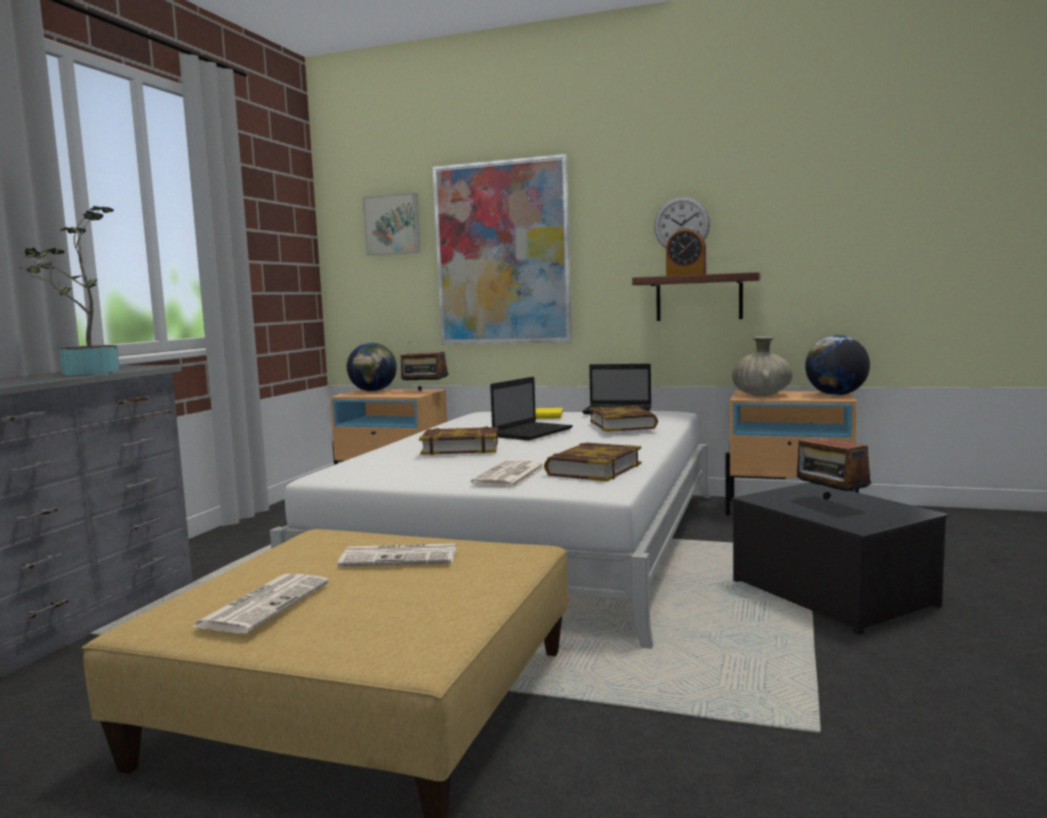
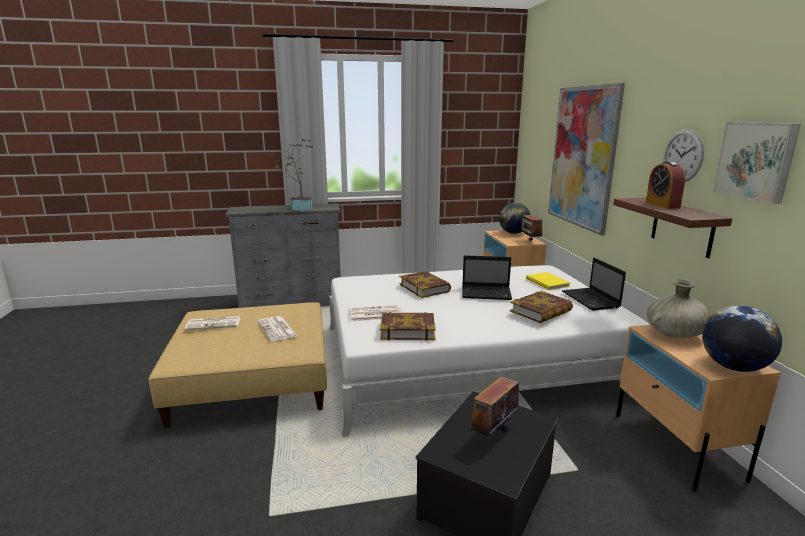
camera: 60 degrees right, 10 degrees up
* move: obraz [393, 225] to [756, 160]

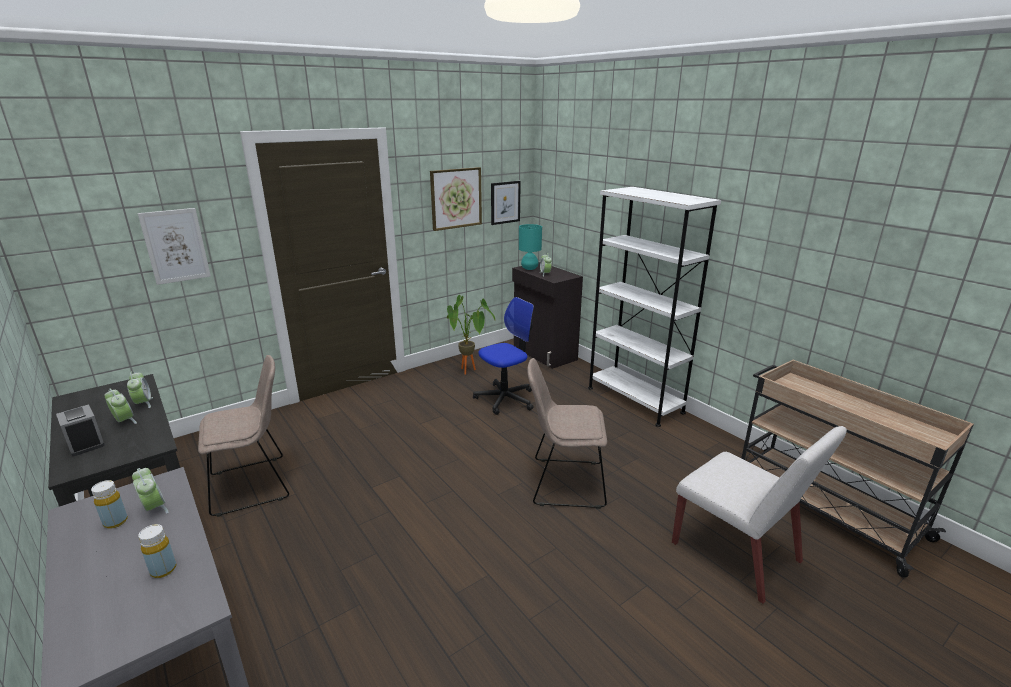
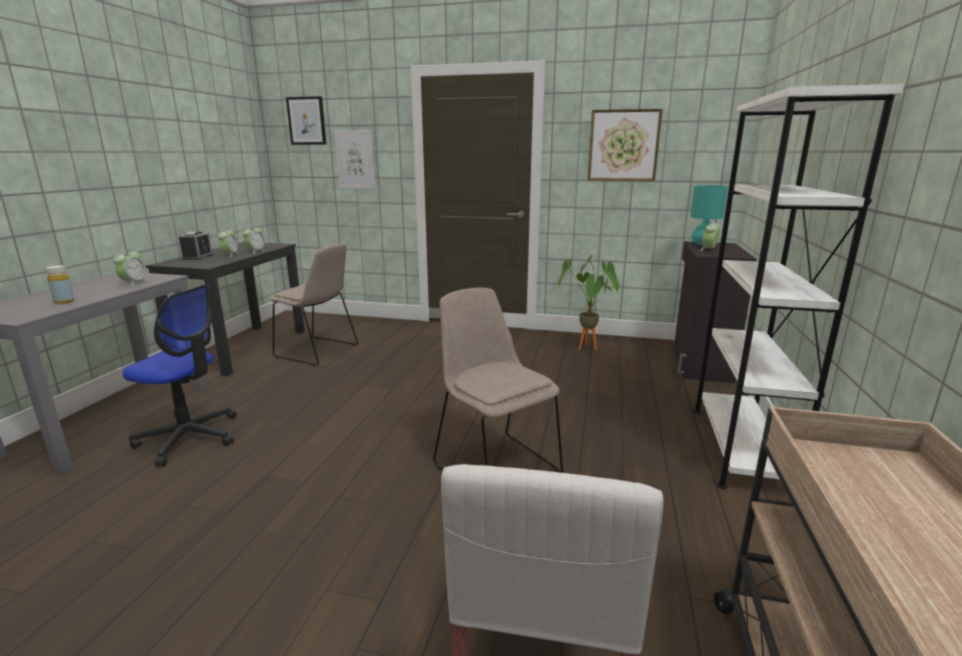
camera: 50 degrees right, 5 degrees down
* move: obraz [505, 202] to [306, 121]
* move: krzesło biurowe [505, 399] to [189, 437]
* delete: butelka (żółty) [115, 522]

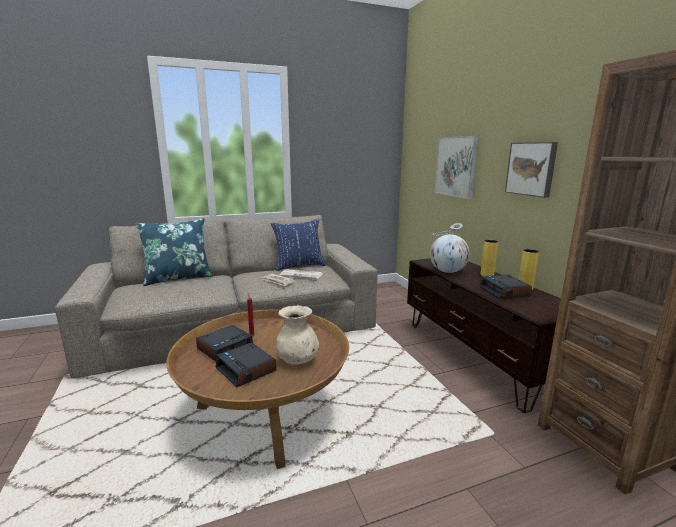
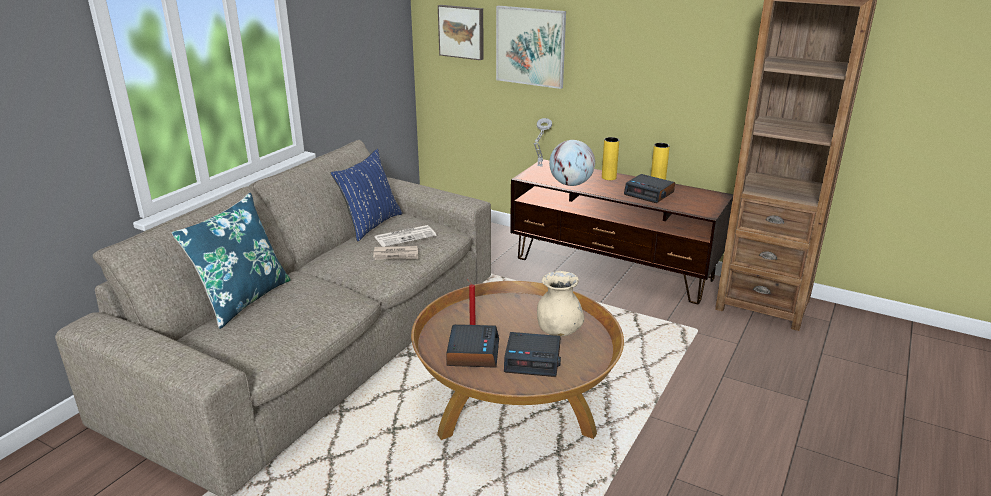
camera: 40 degrees left, 10 degrees up
* move: obraz [531, 169] to [462, 32]

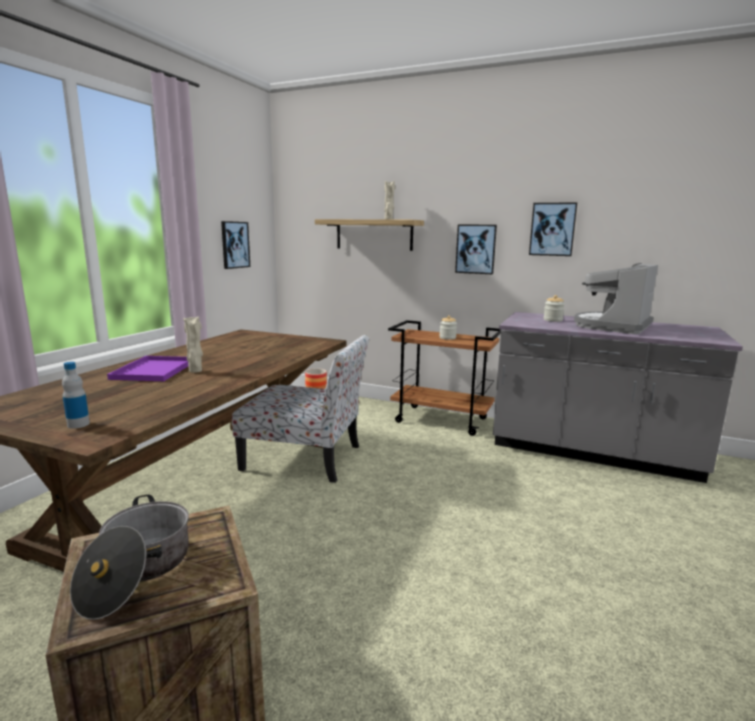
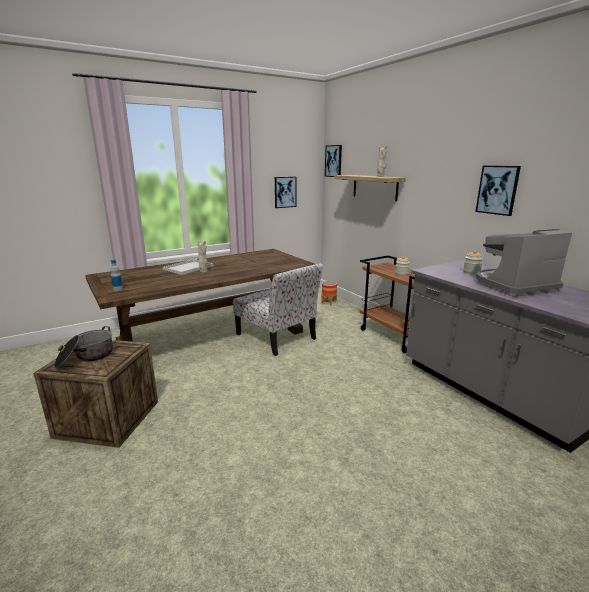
camera: 35 degrees right, 5 degrees up
* move: obraz [476, 249] to [333, 161]
* recolor: taca (fioletowy) [154, 370] to taca (biały) [188, 268]

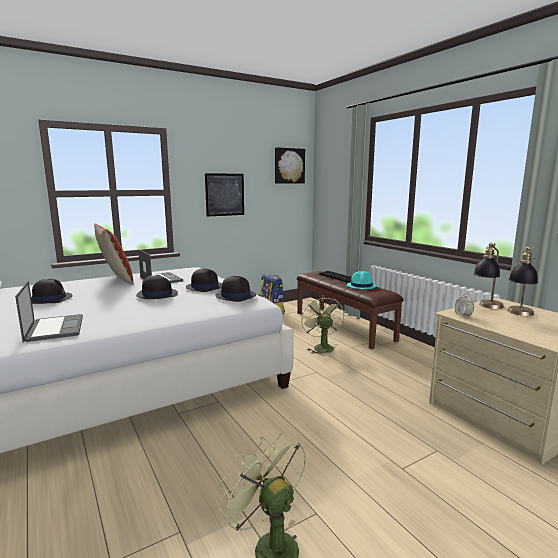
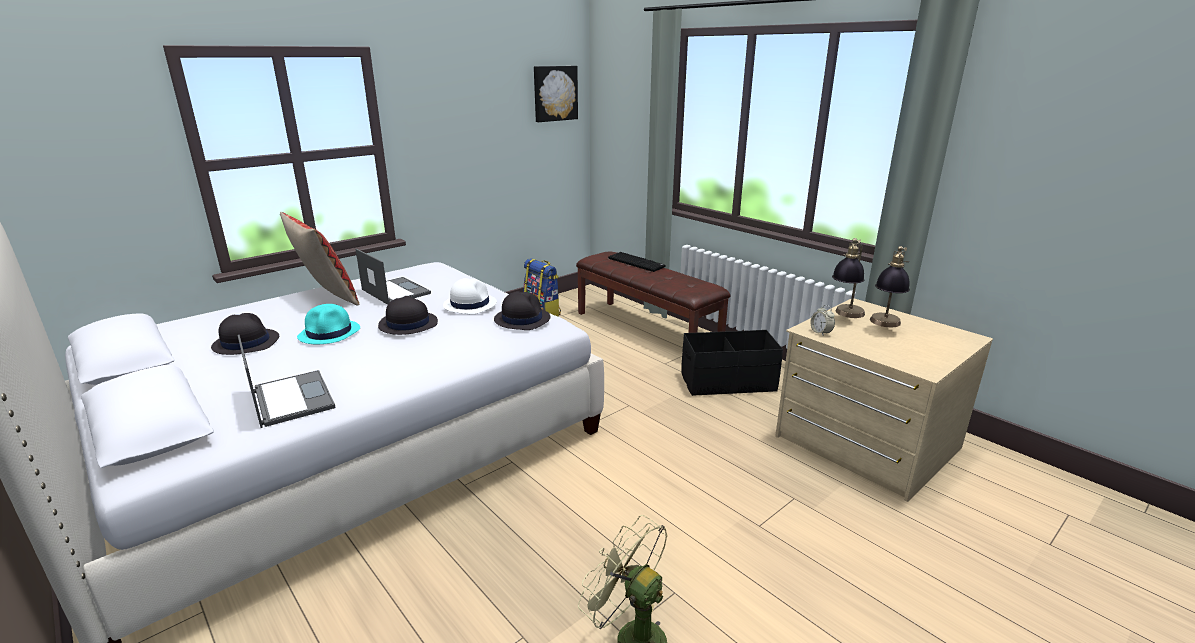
camera: 10 degrees left, 10 degrees up
* delete: obraz [225, 194]
* recolor: kapelusz (czarny) [204, 287] to kapelusz (biały) [470, 304]
* move: kapelusz (turkusowy) [361, 286] to [330, 333]
* delete: wentylator (zielony) [321, 347]
* insert: pojemnik do przechowywania (czarny) [728, 382]

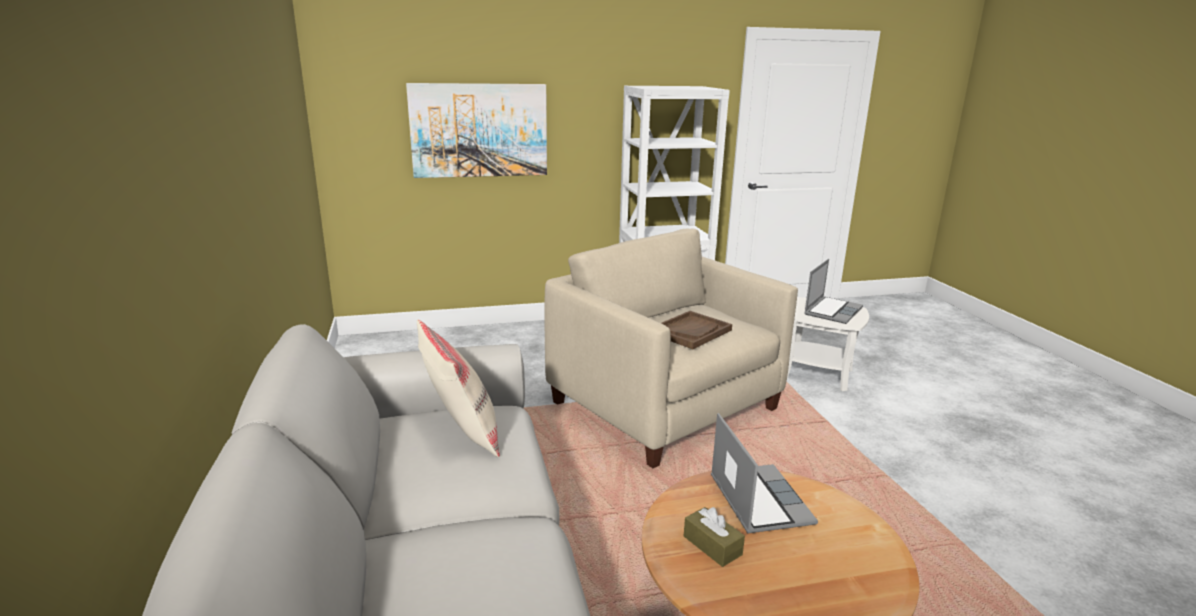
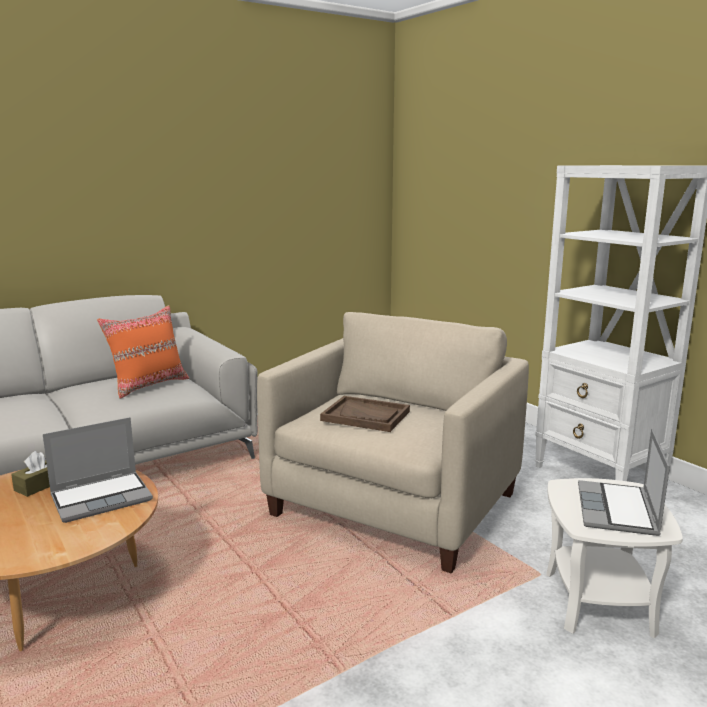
camera: 70 degrees right, 5 degrees down
* delete: obraz [479, 130]
* rotate: laptop [832, 311] = [618, 511] 90 degrees clockwise
* recolor: poduszka (beżowy) [460, 433] to poduszka (pomarańczowy) [149, 385]

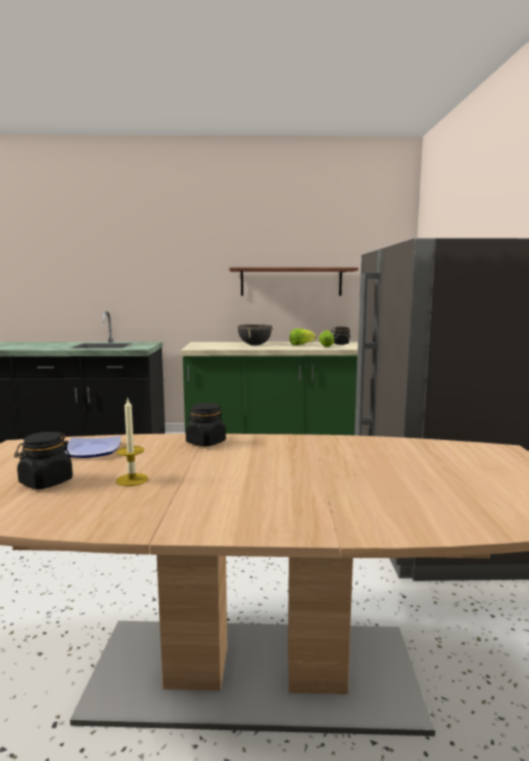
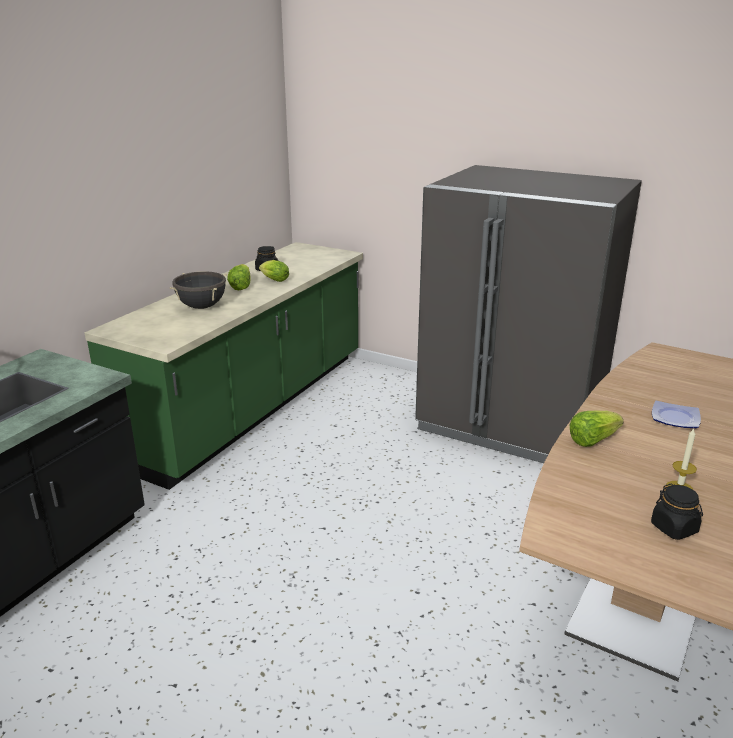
camera: 60 degrees left, 15 degrees up
* delete: półka [291, 282]
* replace: słoik (czarny) [205, 442] to sałata [592, 440]
* move: talerz [92, 451] to [676, 418]

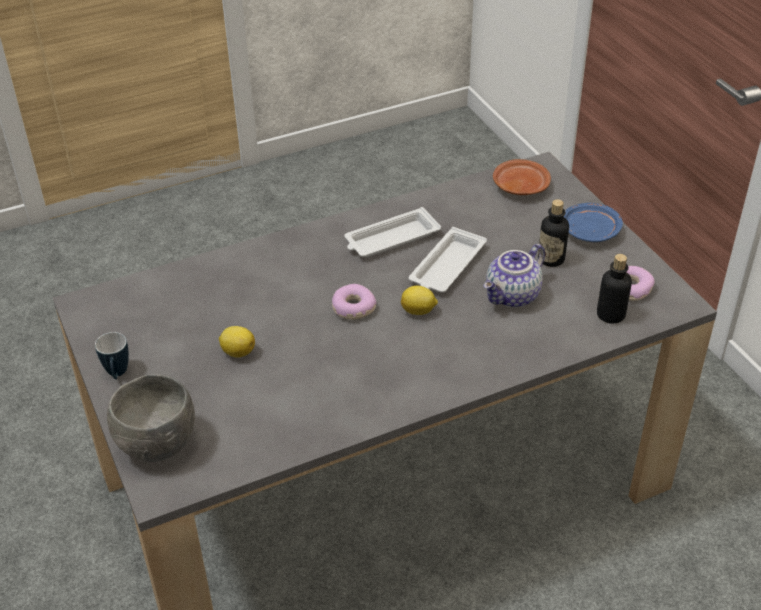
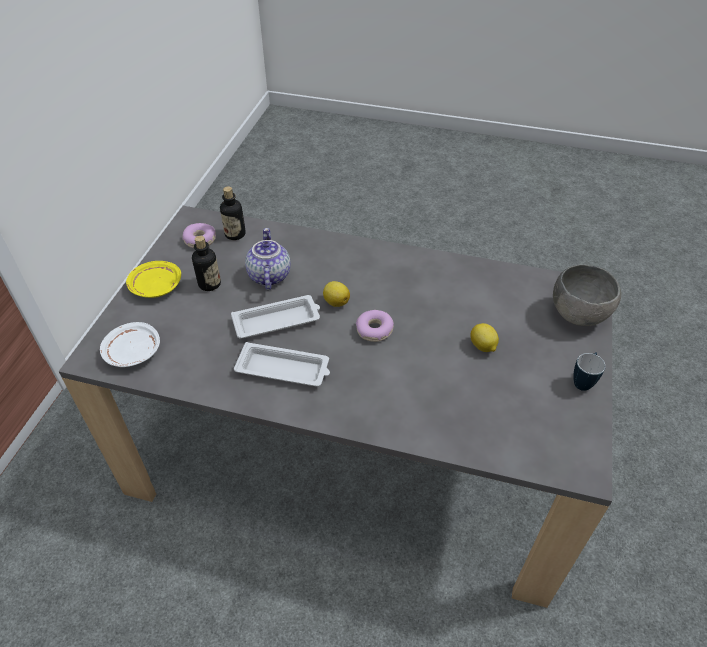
camera: 140 degrees left, 5 degrees up
* recolor: talerz (brązowy) [520, 186] to talerz (biały) [133, 352]
* recolor: talerz (niebieski) [590, 231] to talerz (żółty) [155, 286]
* rotate: imbryk [513, 296] = [268, 276] 90 degrees counterclockwise

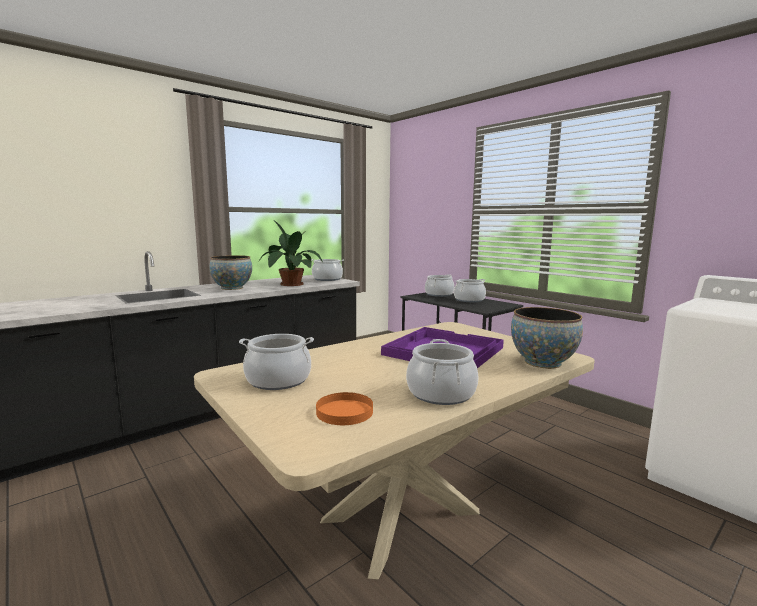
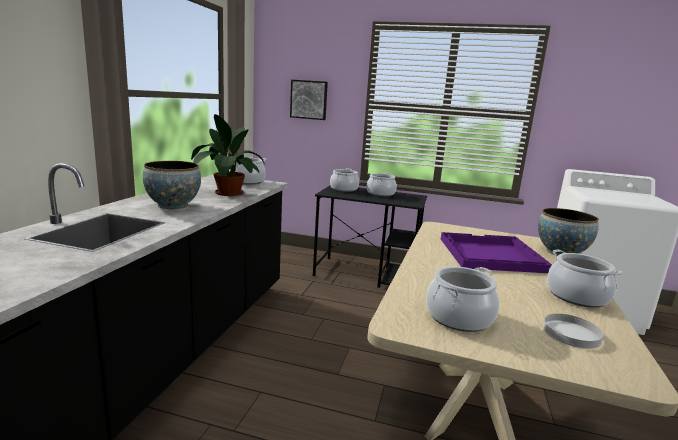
camera: 35 degrees left, 5 degrees up
* recolor: talerz (pomarańczowy) [344, 411] to talerz (biały) [570, 333]
* insert: obraz [309, 99]

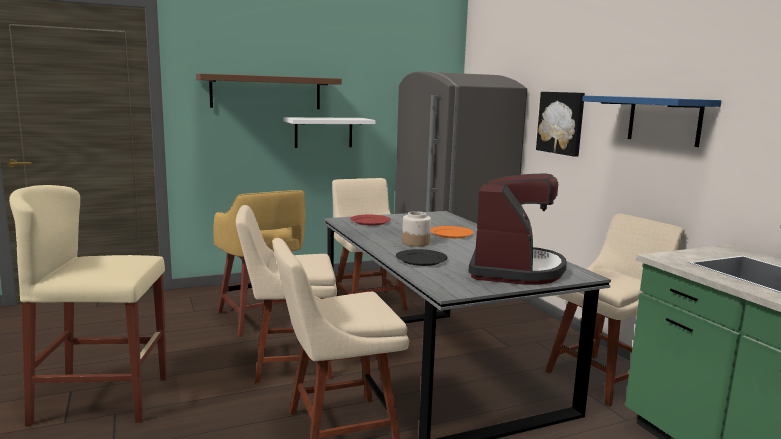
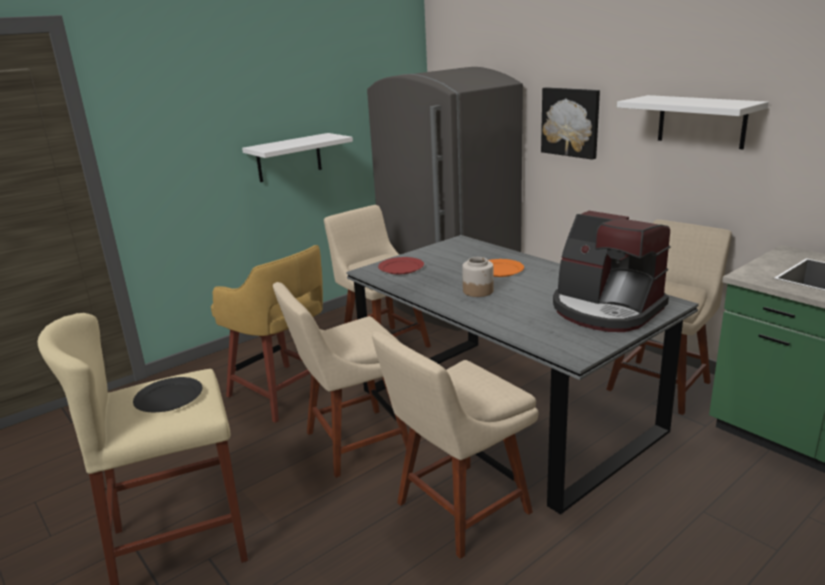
camera: 15 degrees left, 10 degrees up
* delete: półka (brązowy) [266, 92]
* recolor: półka (niebieski) [664, 120] to półka (biały) [701, 121]
* rotate: ekspres do kawy [514, 269] = [605, 310] 135 degrees clockwise
* move: talerz (czarny) [421, 260] to [169, 398]

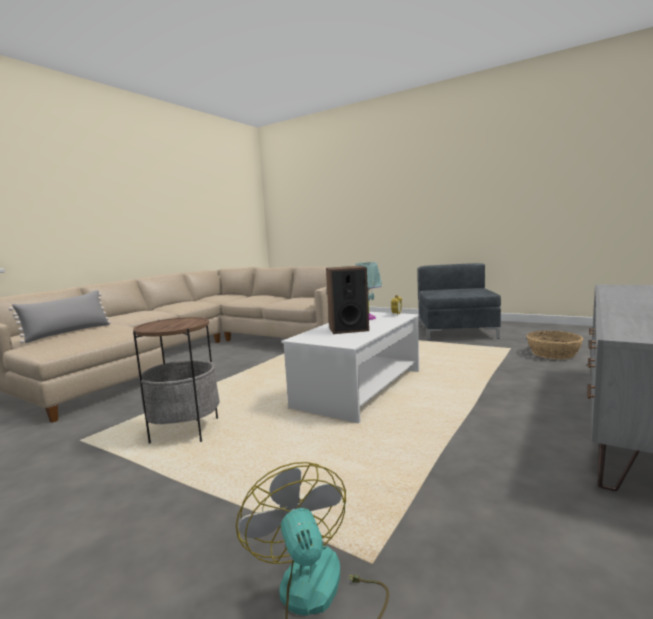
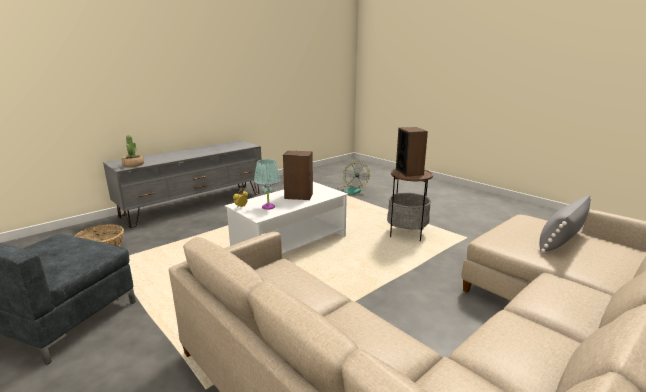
camera: 165 degrees left, 10 degrees up
* insert: głośnik [409, 172]
* insert: roślina doniczkowa [133, 165]

